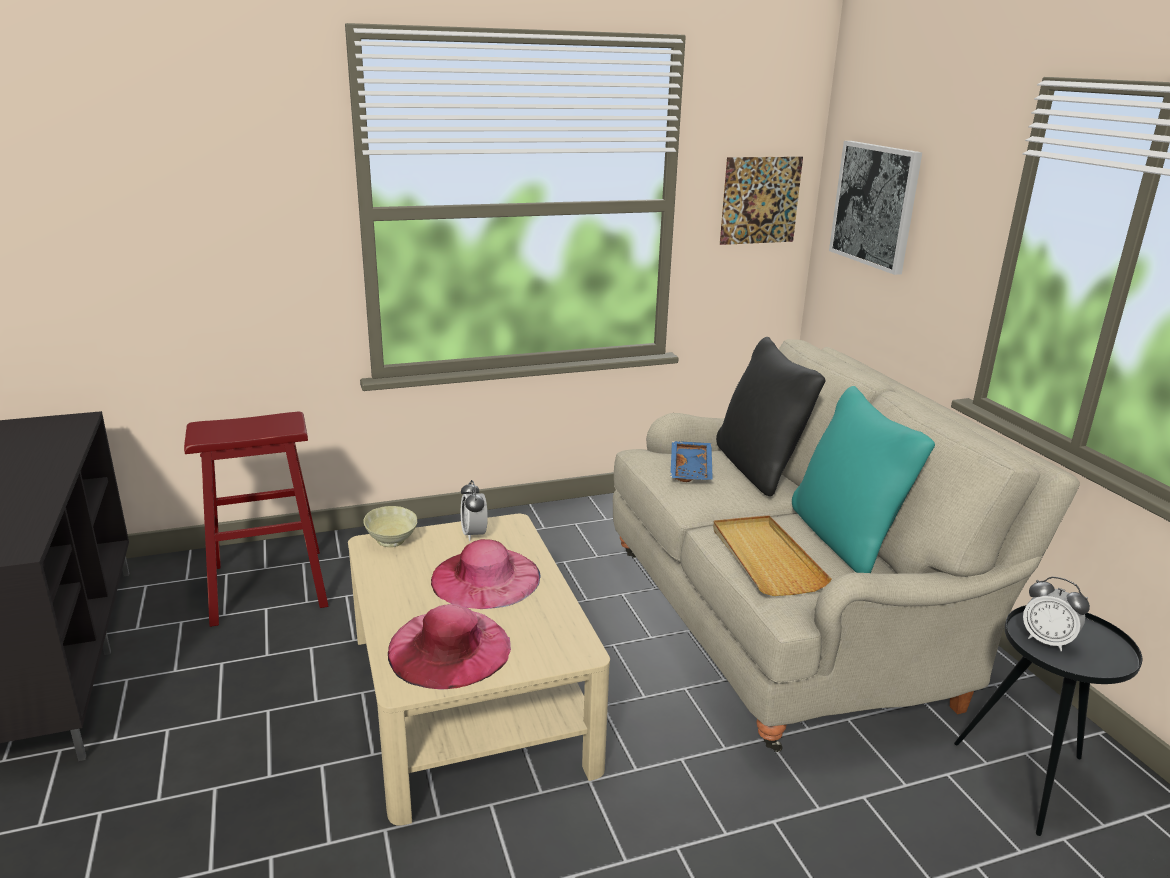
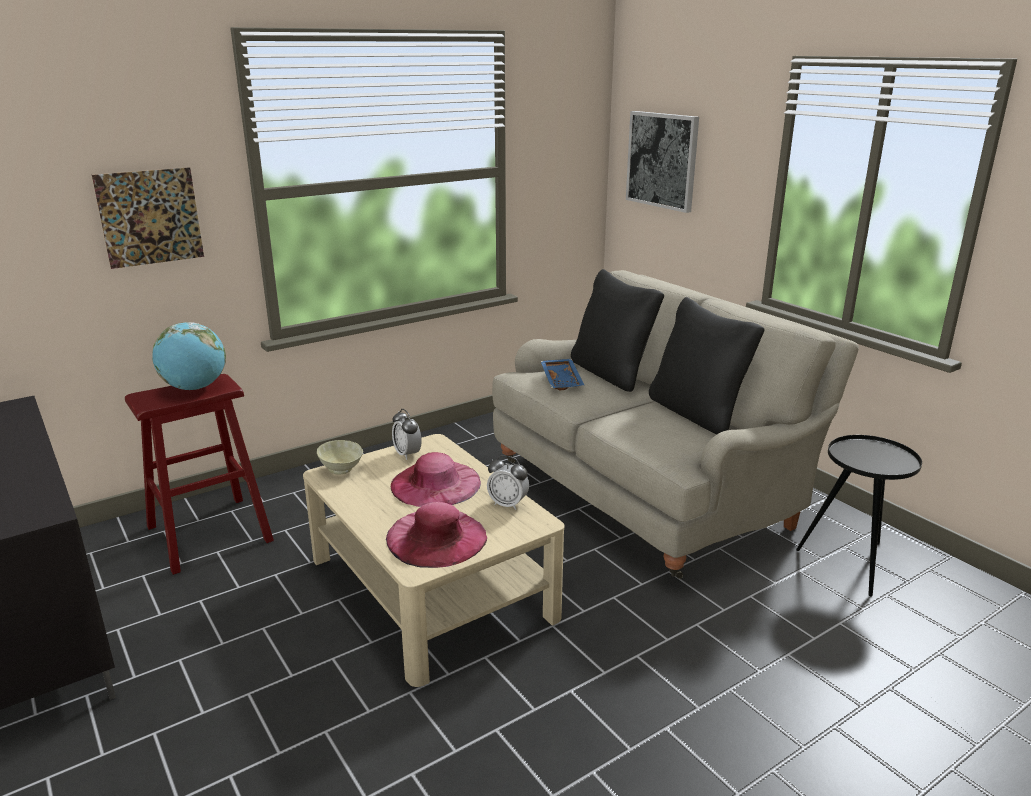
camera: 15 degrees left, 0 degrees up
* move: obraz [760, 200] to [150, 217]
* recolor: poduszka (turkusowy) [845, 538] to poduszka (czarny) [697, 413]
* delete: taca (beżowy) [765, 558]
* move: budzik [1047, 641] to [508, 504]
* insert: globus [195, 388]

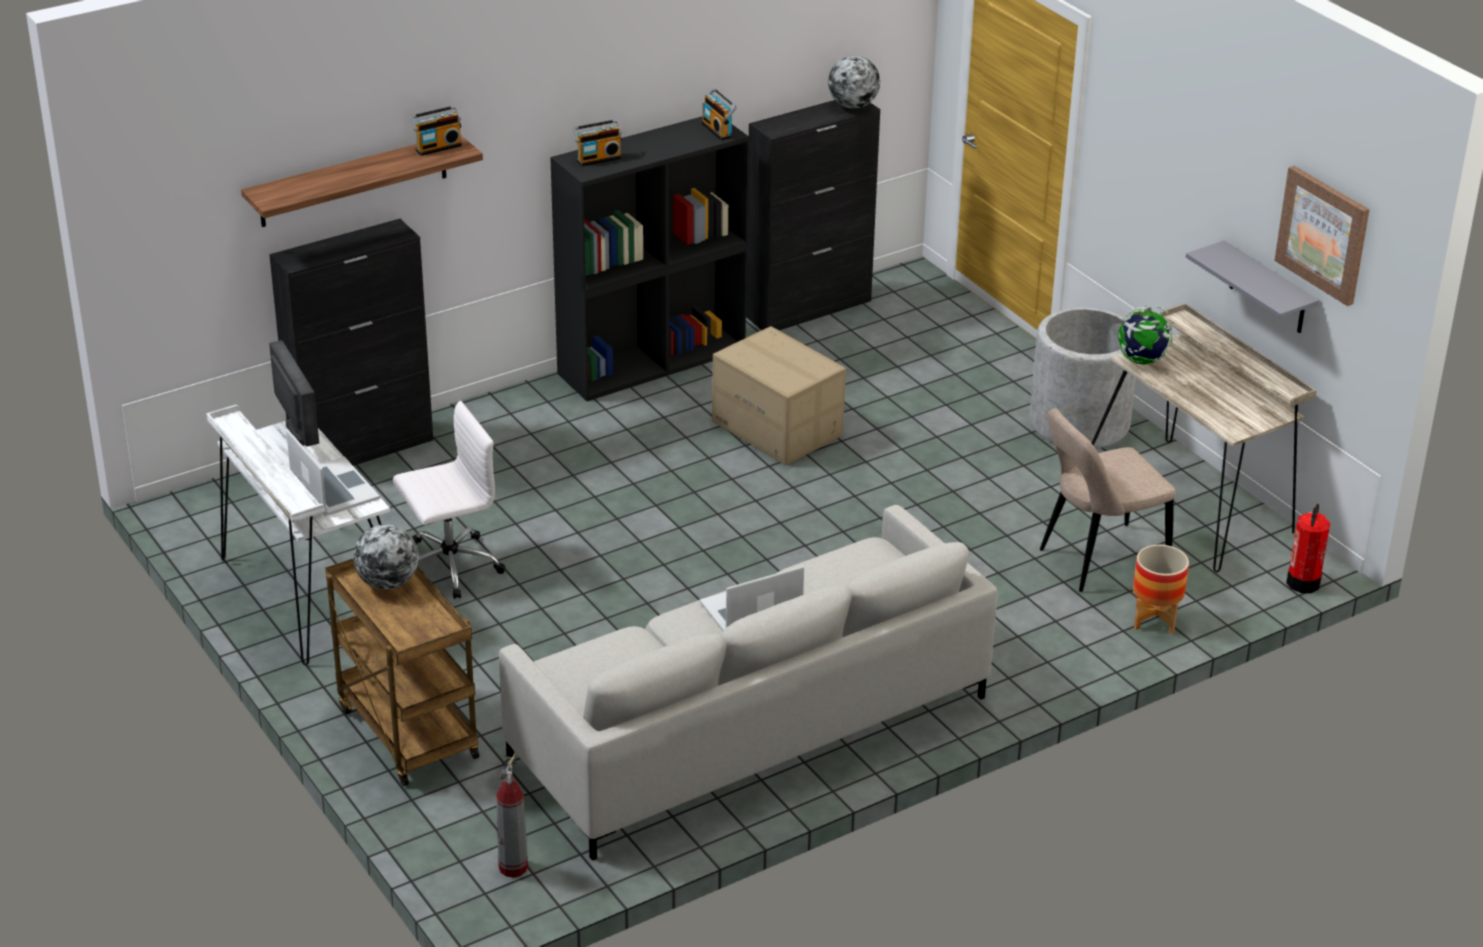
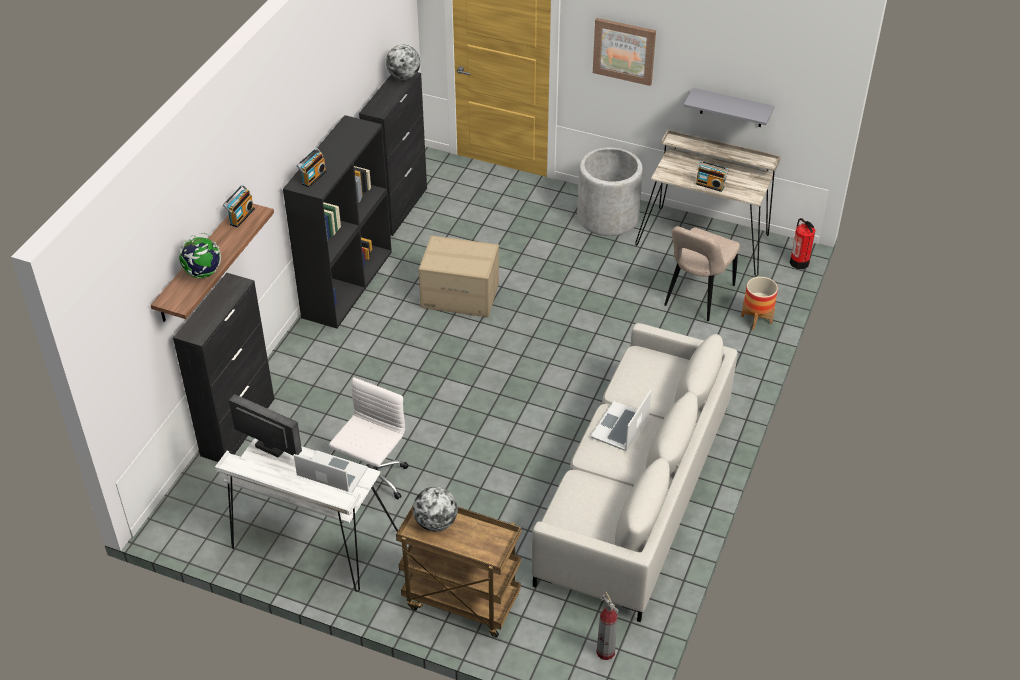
camera: 35 degrees left, 10 degrees up
* move: radio [718, 130] to [710, 185]
* move: obraz [1323, 234] to [624, 50]
* move: globus [1141, 361] to [203, 273]

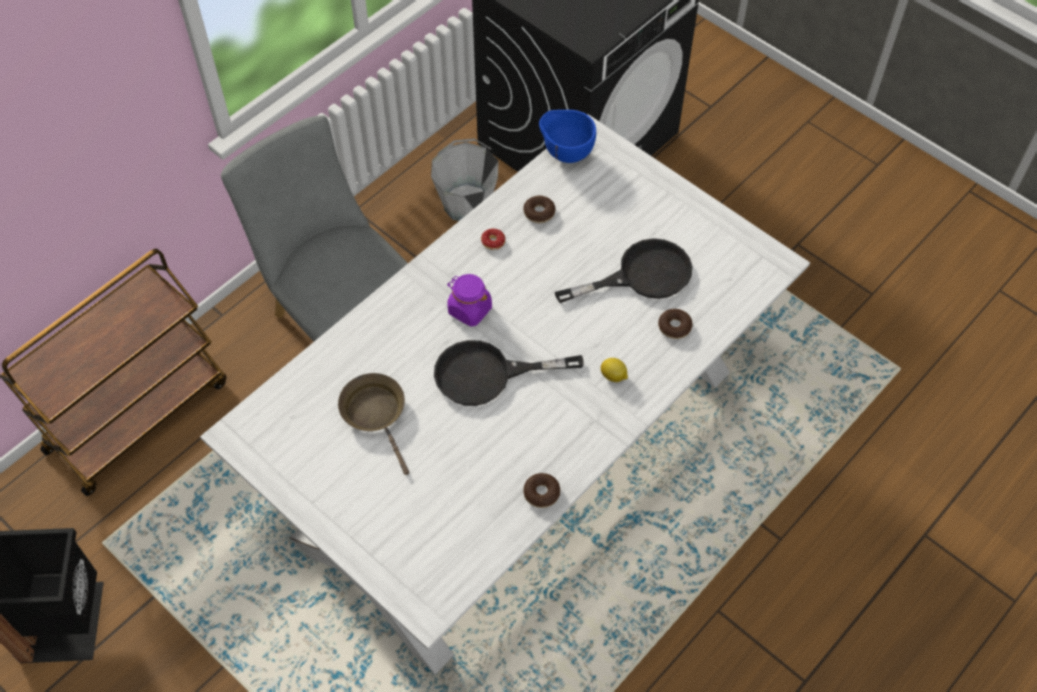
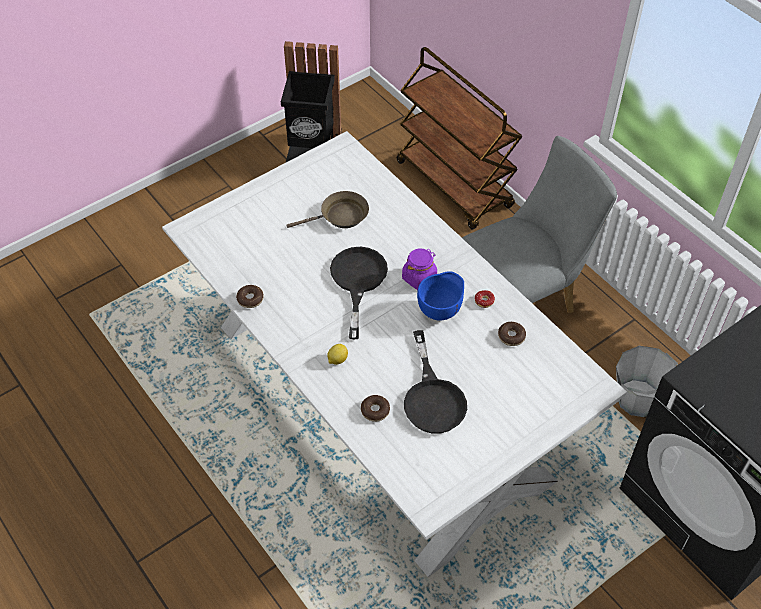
camera: 100 degrees right, 5 degrees down
* move: miska (niebieski) [566, 153] to [440, 310]

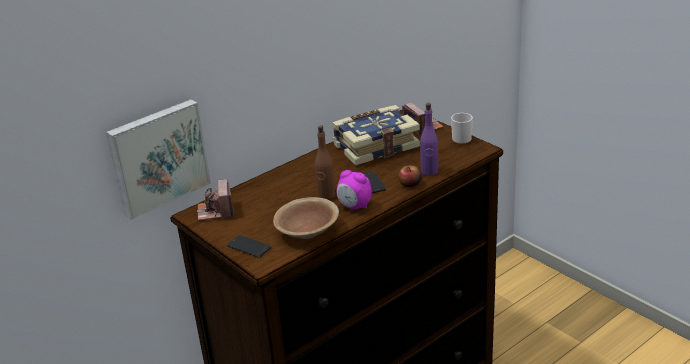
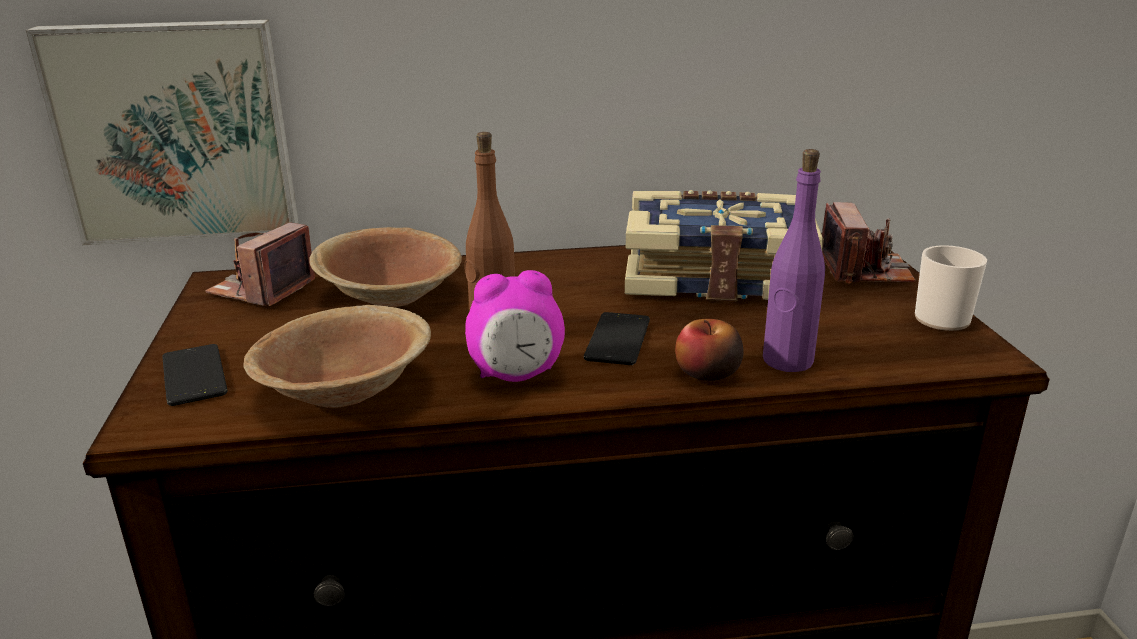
camera: 30 degrees right, 5 degrees down
* rotate: budzik [354, 206] = [516, 376] 75 degrees counterclockwise
* insert: miska (brązowy) [390, 296]

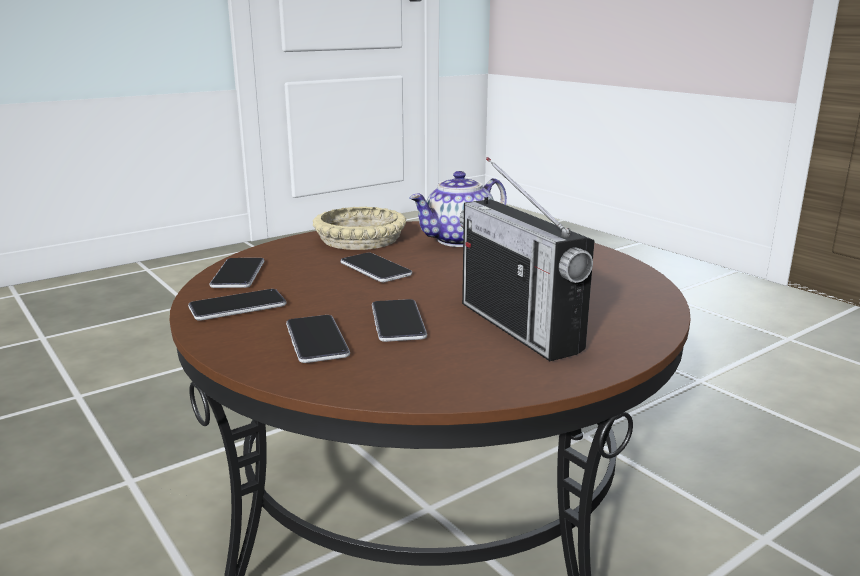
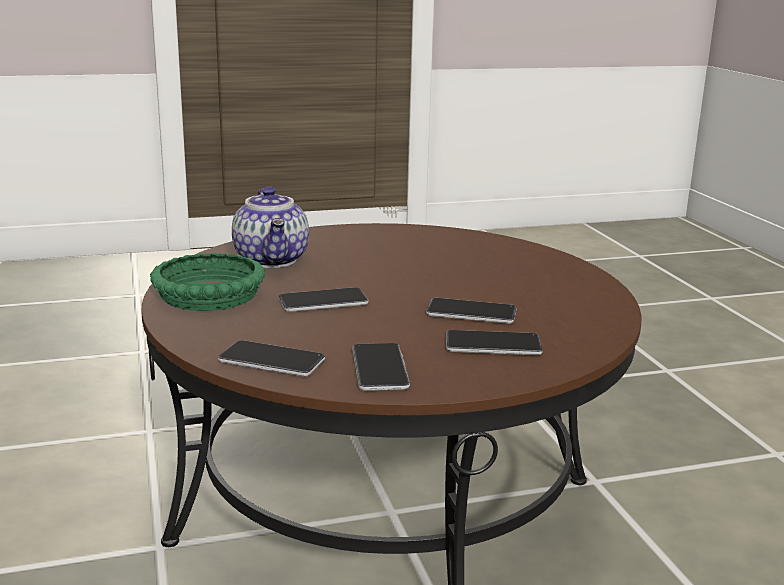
camera: 70 degrees left, 0 degrees up
* delete: radio [519, 327]
* recolor: miska (beżowy) [359, 238] to miska (zielony) [208, 294]

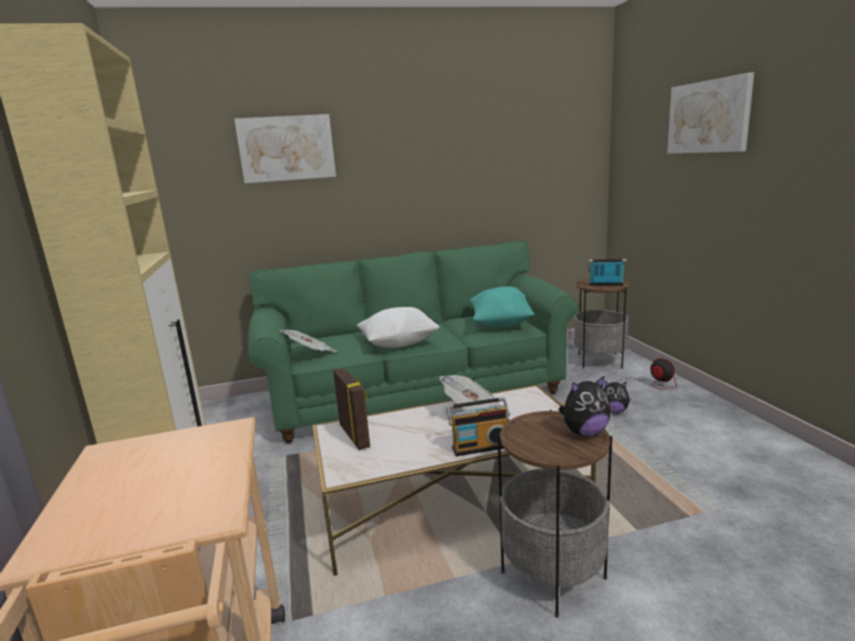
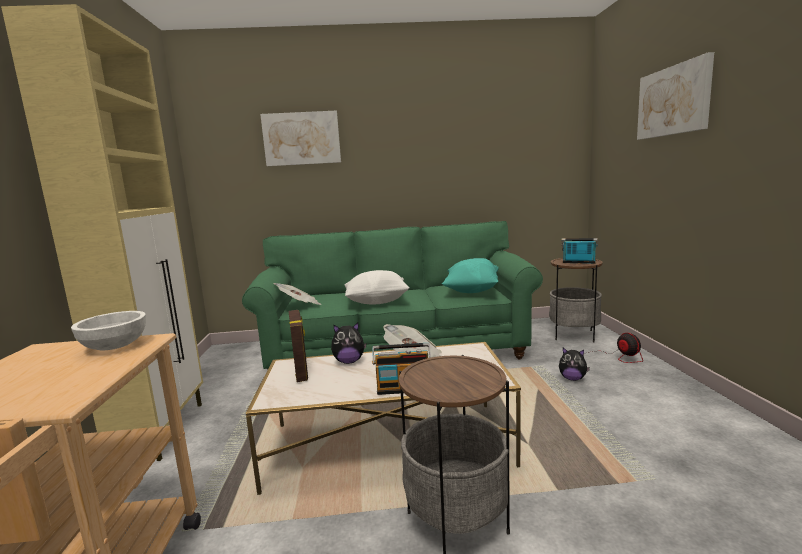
camera: 10 degrees right, 5 degrees down
* move: pluszak [584, 432] to [349, 361]
* insert: miska (biały) [114, 347]

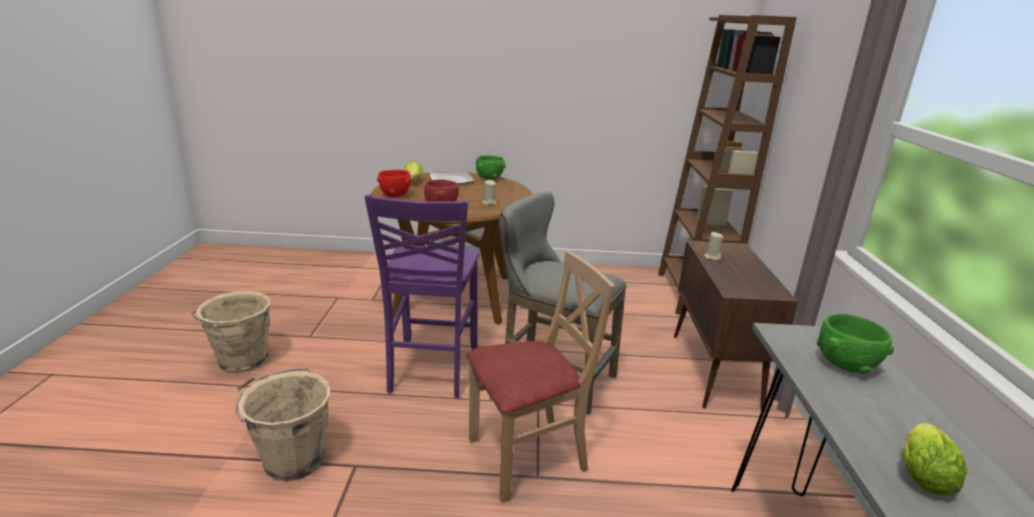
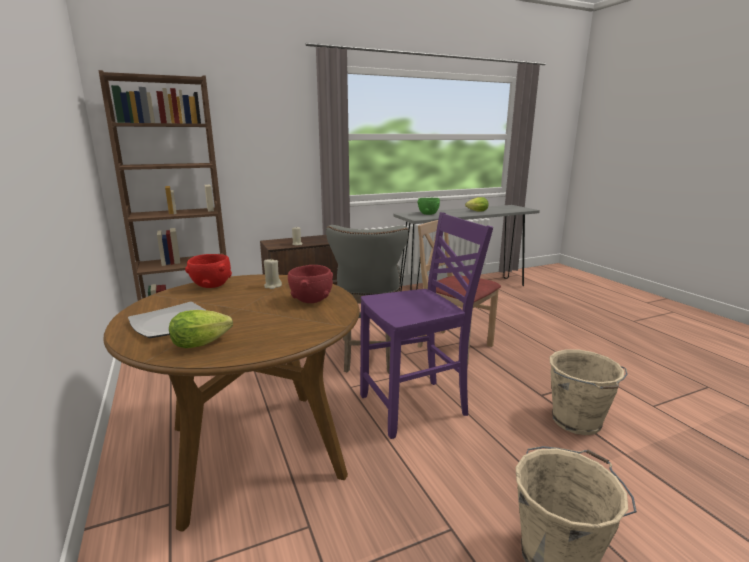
camera: 115 degrees left, 5 degrees down
* delete: miska (zielony) [489, 178]
* move: miska (czerwony) [395, 195] to [211, 286]

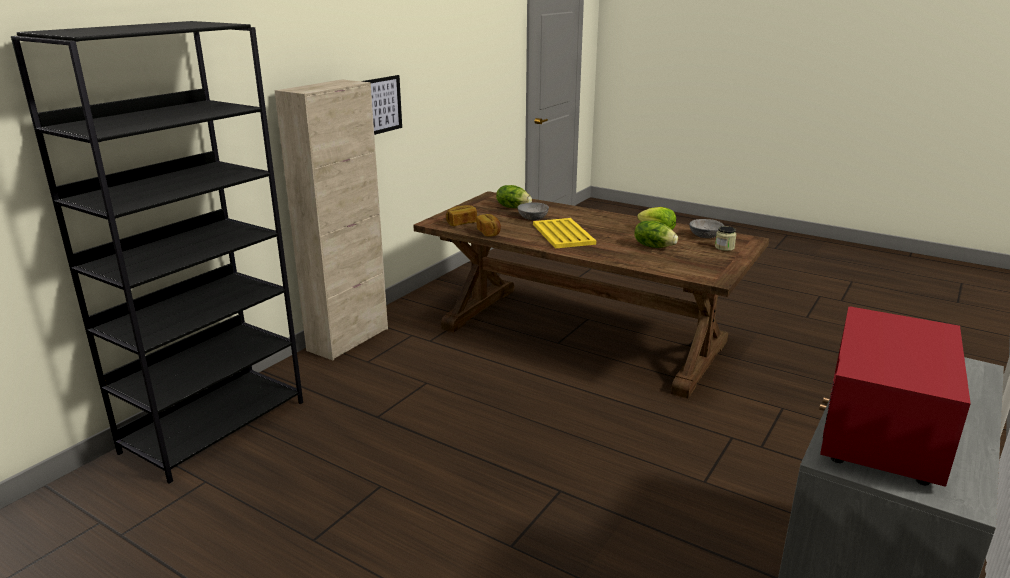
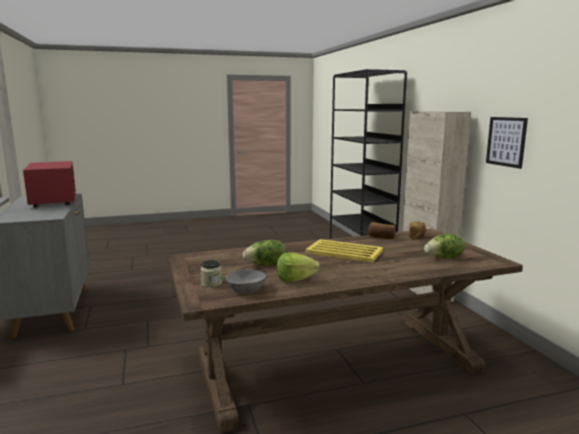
camera: 130 degrees right, 10 degrees down
* delete: miska (szary) [533, 218]

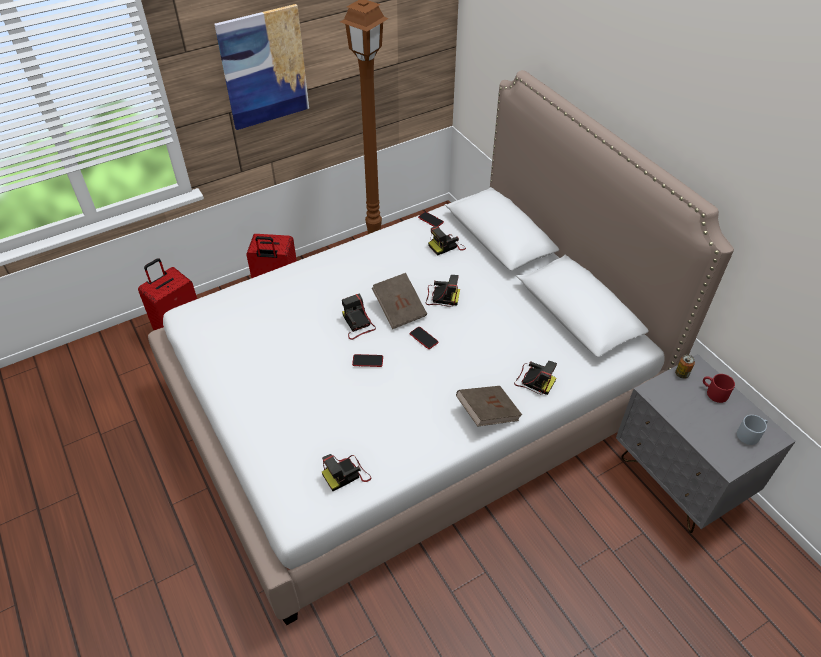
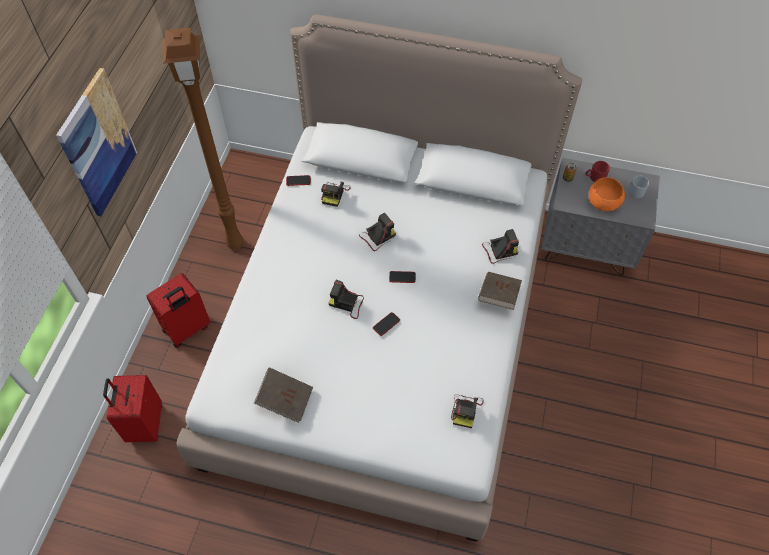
camera: 45 degrees left, 10 degrees up
* move: książka (brązowy) [399, 309] to [285, 400]
* insert: miska (pomarańczowy) [603, 203]

